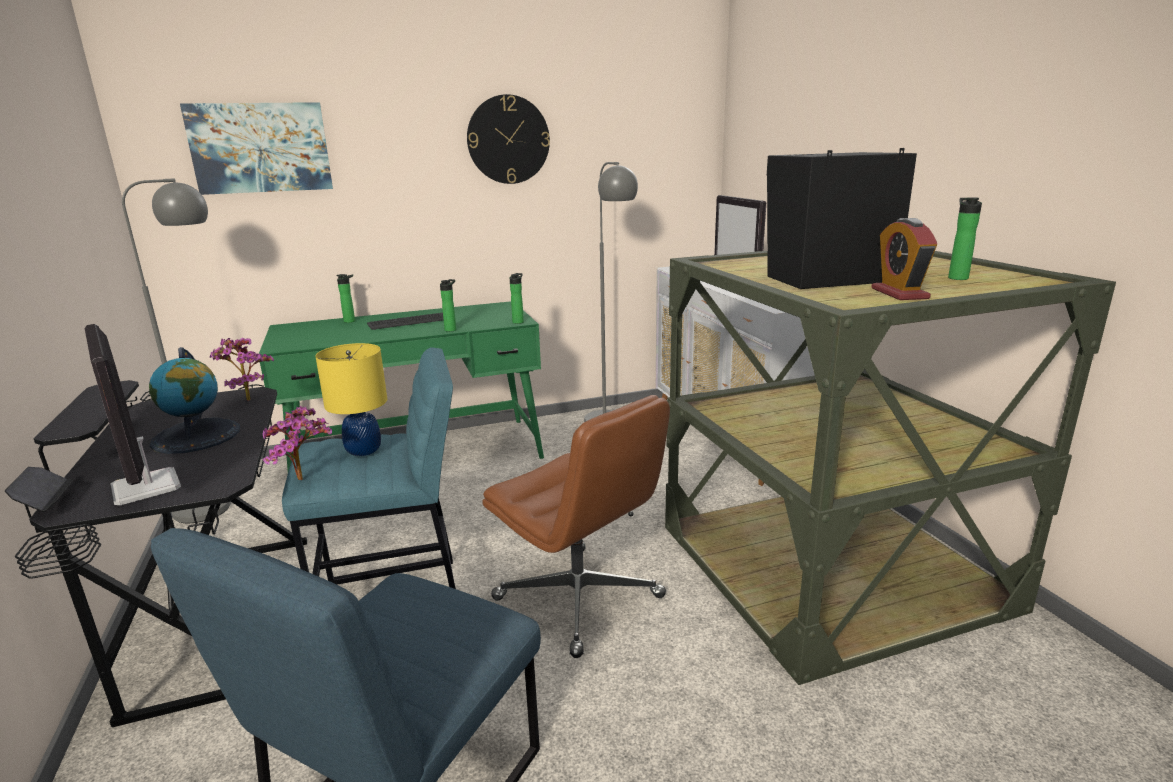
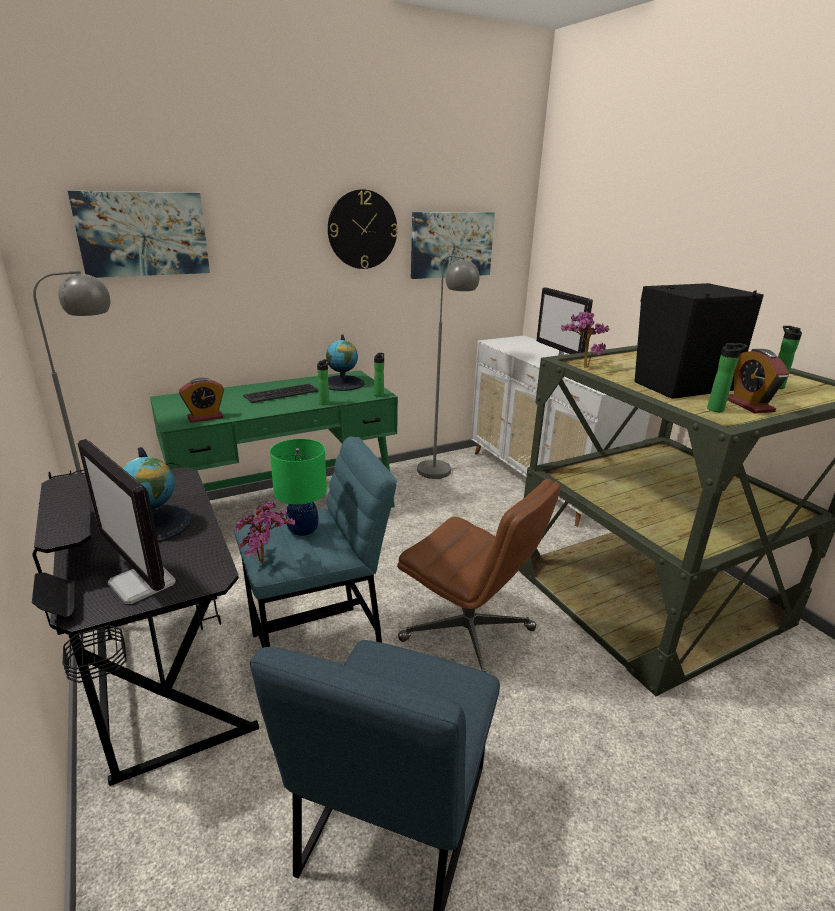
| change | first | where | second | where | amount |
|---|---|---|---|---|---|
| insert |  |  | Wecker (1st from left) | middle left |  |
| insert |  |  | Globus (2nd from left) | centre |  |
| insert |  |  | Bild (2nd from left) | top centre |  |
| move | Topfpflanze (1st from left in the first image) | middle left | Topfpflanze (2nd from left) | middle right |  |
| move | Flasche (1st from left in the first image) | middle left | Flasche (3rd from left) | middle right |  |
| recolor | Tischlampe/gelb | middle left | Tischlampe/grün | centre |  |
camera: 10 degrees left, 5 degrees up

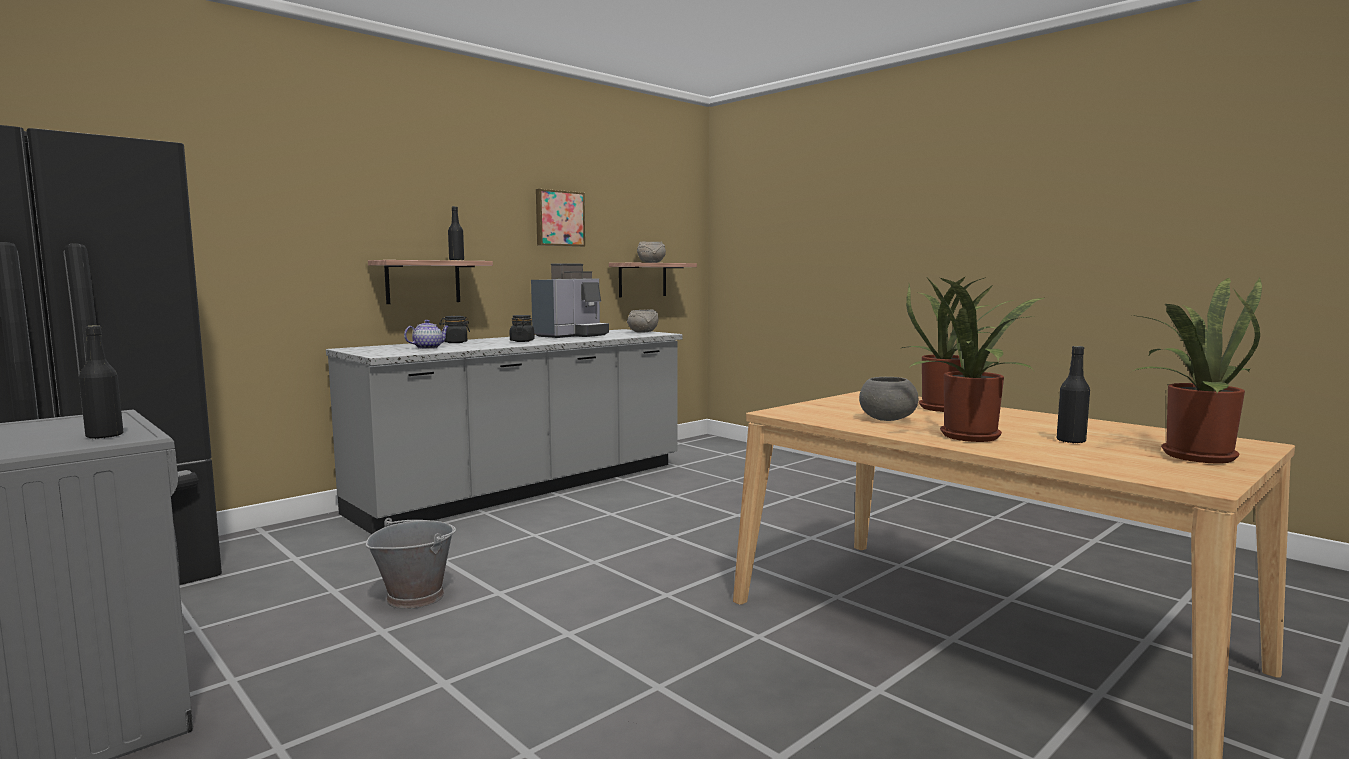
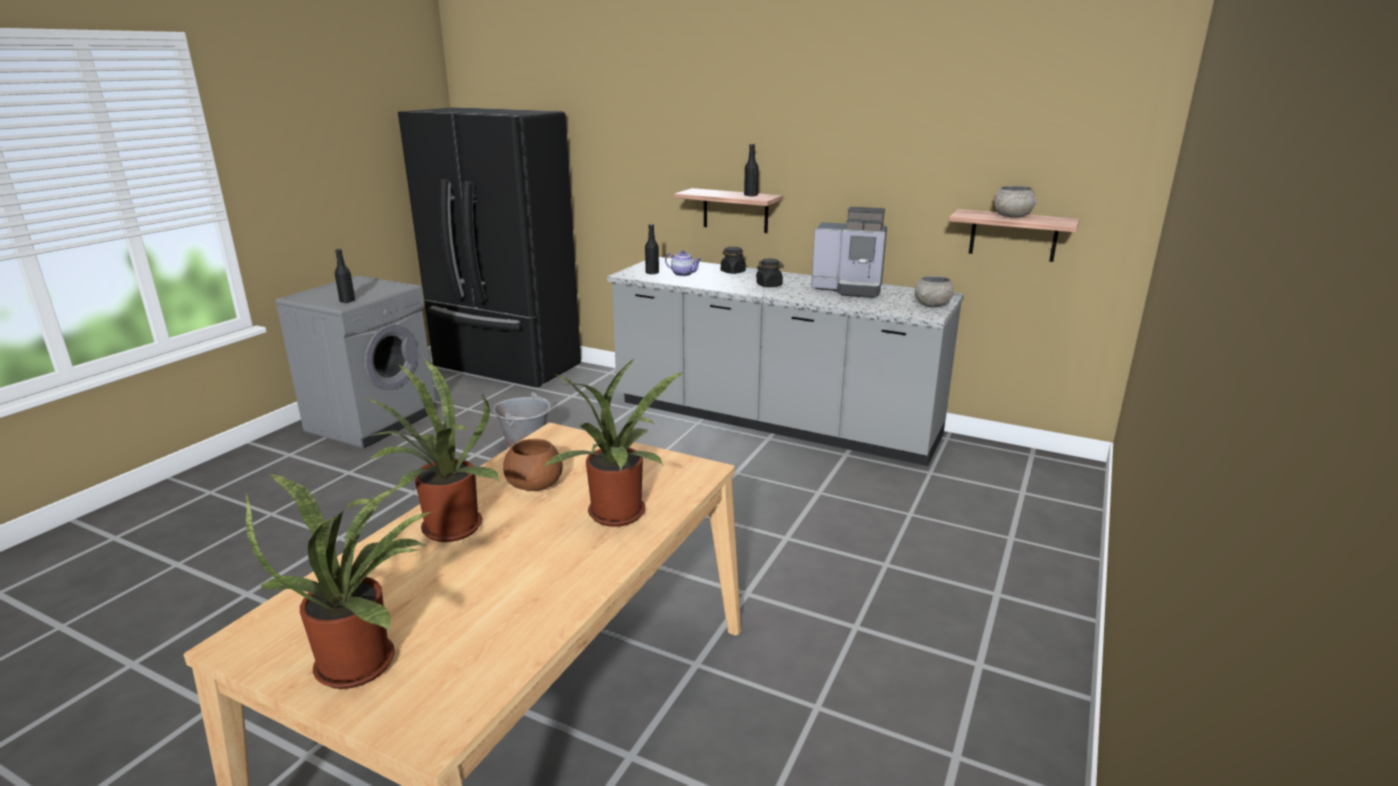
| change | first | where | second | where | amount |
|---|---|---|---|---|---|
| delete | Bild | top centre |  |  |  |
| move | Flasche/schwarz (3rd from left in the first image) | middle right | Flasche/schwarz (2nd from left) | top centre |  |
| recolor | Schüssel/grau (3rd from left) | centre | Schüssel/braun | centre |  |
camera: 70 degrees right, 15 degrees up

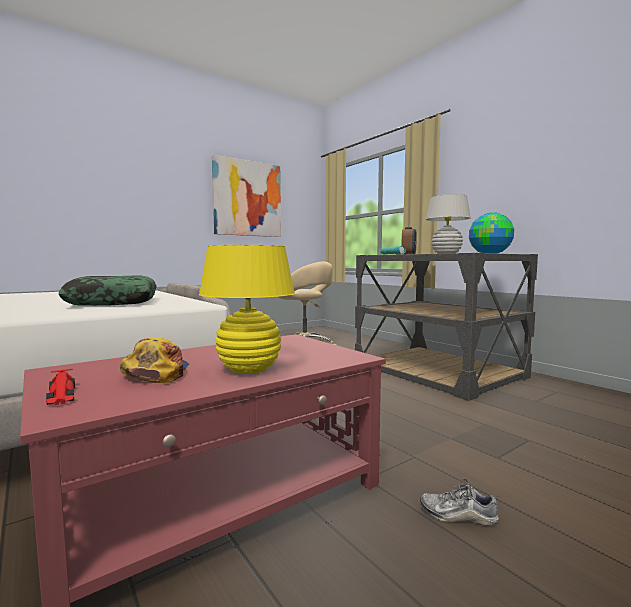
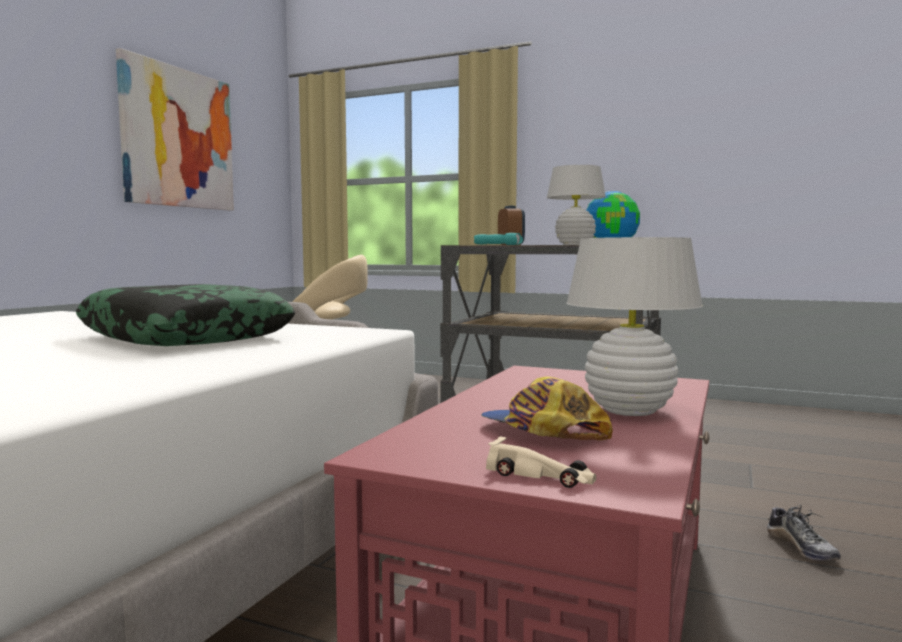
| change | first | where | second | where | amount |
|---|---|---|---|---|---|
| recolor | Spielzeugauto/rot | middle left | Spielzeugauto/beige | bottom centre |  |
| recolor | Tischlampe/gelb | centre | Tischlampe/weiß (2nd from left) | middle right |  |
| rotate | Schuh | bottom right |  | bottom right | 90 degrees counterclockwise |
camera: 30 degrees left, 0 degrees up

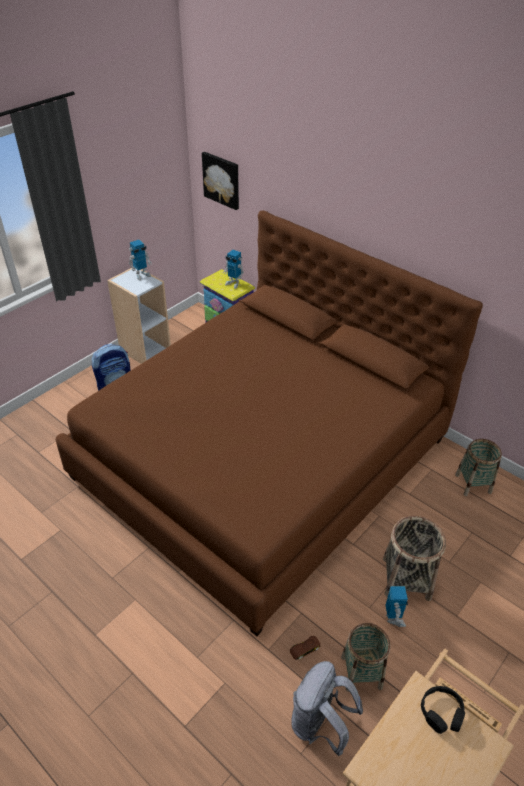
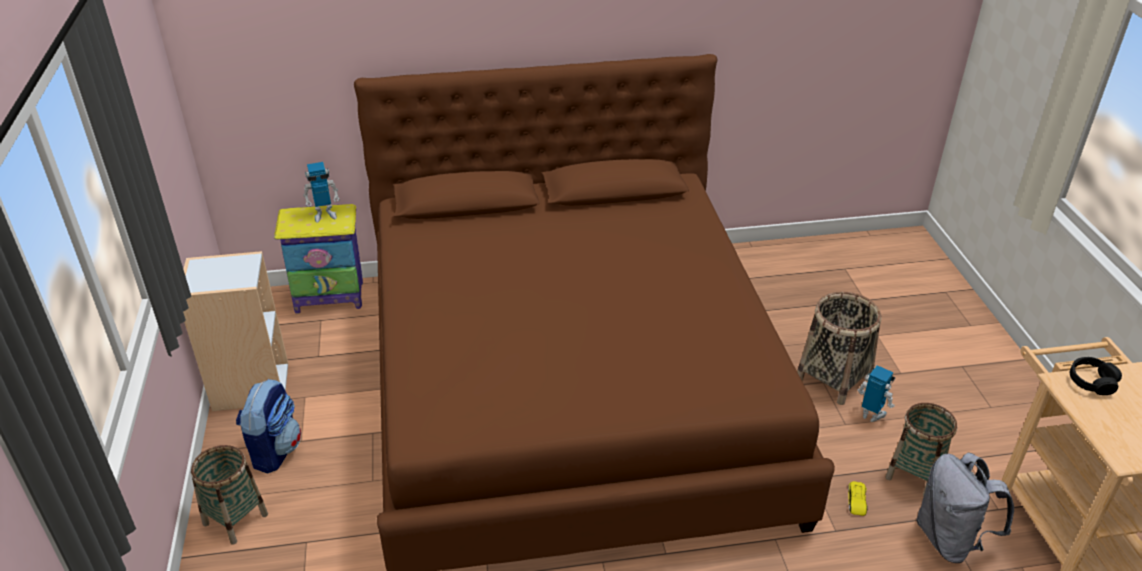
| change | first | where | second | where | amount |
|---|---|---|---|---|---|
| delete | Spielzeugroboter (1st from left) | top left |  |  |  |
| delete | Bild | top centre |  |  |  |
| move | Korb (3rd from left in the first image) | middle right | Korb (1st from left) | bottom left |  |
| recolor | Spielzeugauto/braun | bottom centre | Spielzeugauto/gelb | bottom right |  |
camera: 50 degrees left, 5 degrees down

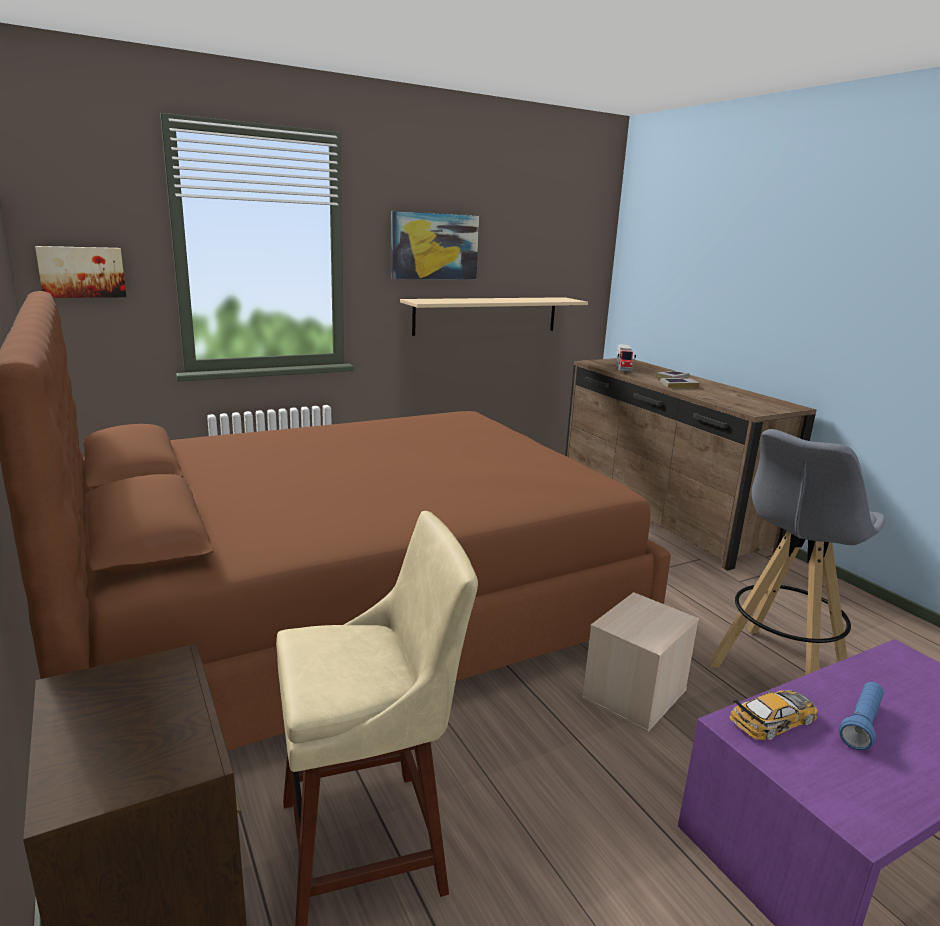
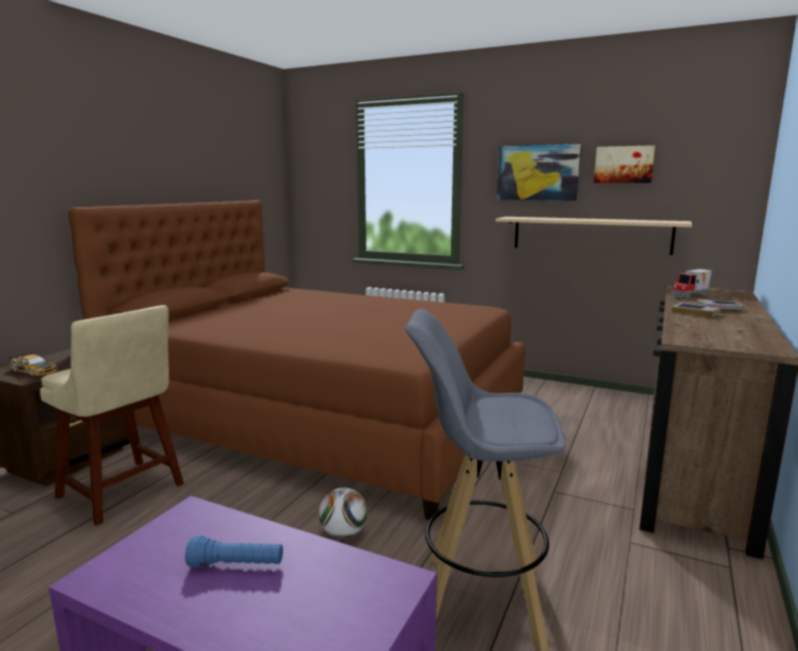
| change | first | where | second | where | amount |
|---|---|---|---|---|---|
| move | Bild (1st from left in the first image) | top left | Bild (2nd from left) | top right |  |
| move | Spielzeugauto | bottom right |  | middle left |  |
| replace | Aufbewahrungsbox/beige | bottom right | Fußball | bottom centre |  |
camera: 55 degrees right, 5 degrees down

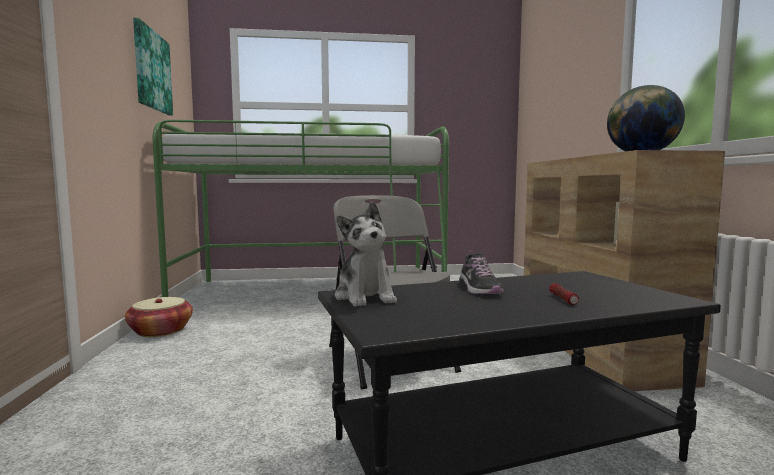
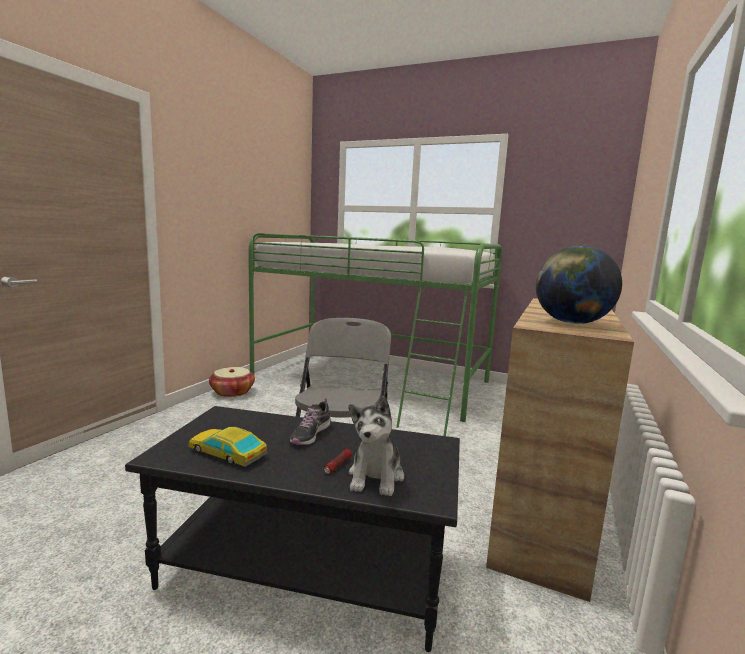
| change | first | where | second | where | amount |
|---|---|---|---|---|---|
| delete | Bild | top left |  |  |  |
| insert |  |  | Spielzeugauto | bottom left |  |
| move | Plüschtier | centre |  | bottom centre |  |
camera: 30 degrees right, 5 degrees up

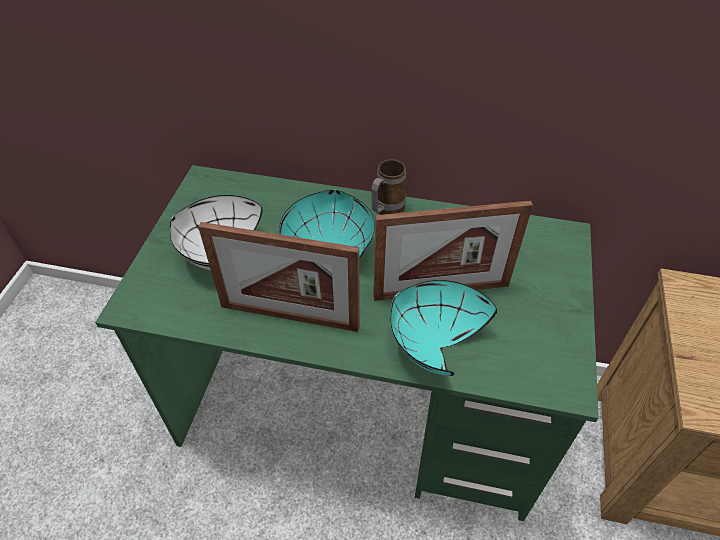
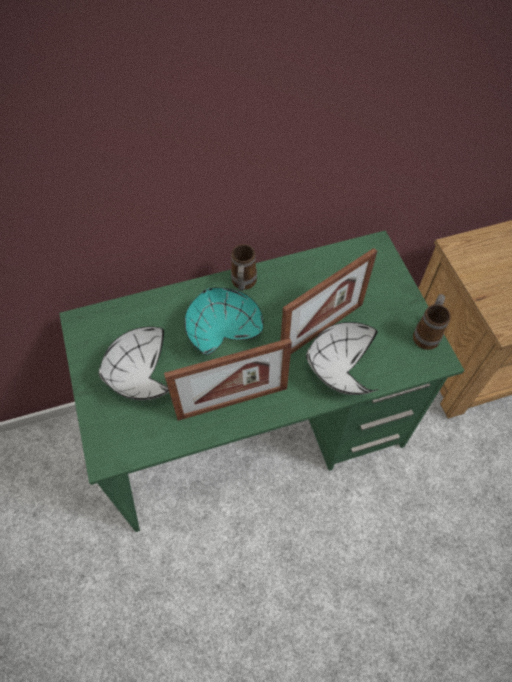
| change | first | where | second | where | amount |
|---|---|---|---|---|---|
| insert |  |  | Henkelbecher (2nd from left) | middle right |  |
| recolor | Schüssel/türkis (2nd from left) | centre | Schüssel/weiß (2nd from left) | middle right |  |
camera: 30 degrees left, 10 degrees up

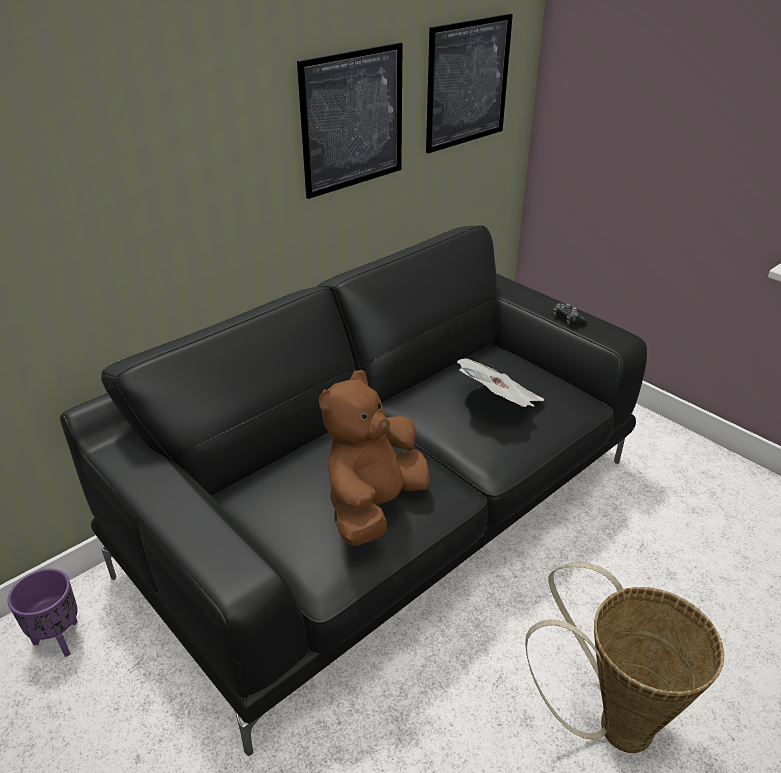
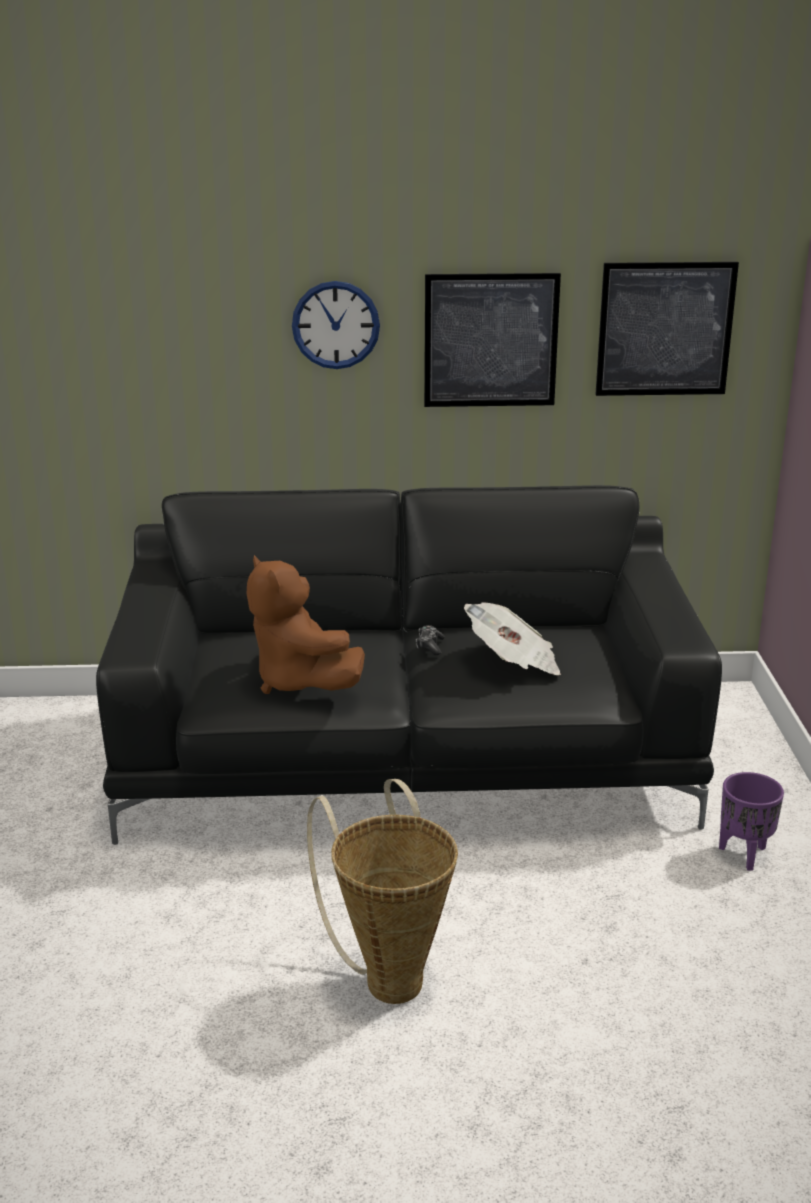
| change | first | where | second | where | amount |
|---|---|---|---|---|---|
| insert |  |  | Wanduhr | top centre |  |
| move | Pflanzkübel/lila | bottom left |  | bottom right |  |
| move | Gamepad | middle right |  | centre |  |
| rotate | Plüschtier/braun | centre |  | centre | 105 degrees counterclockwise |
camera: 40 degrees right, 10 degrees down

